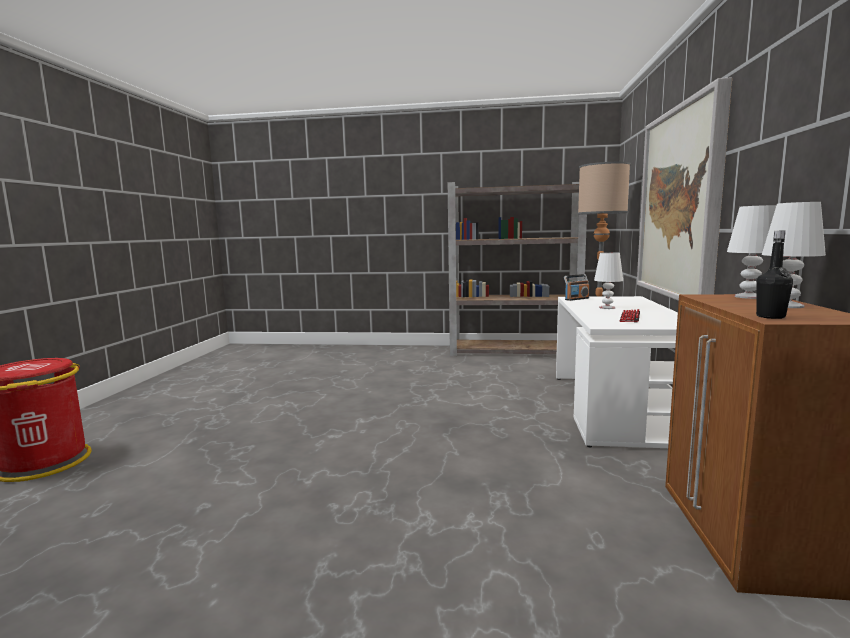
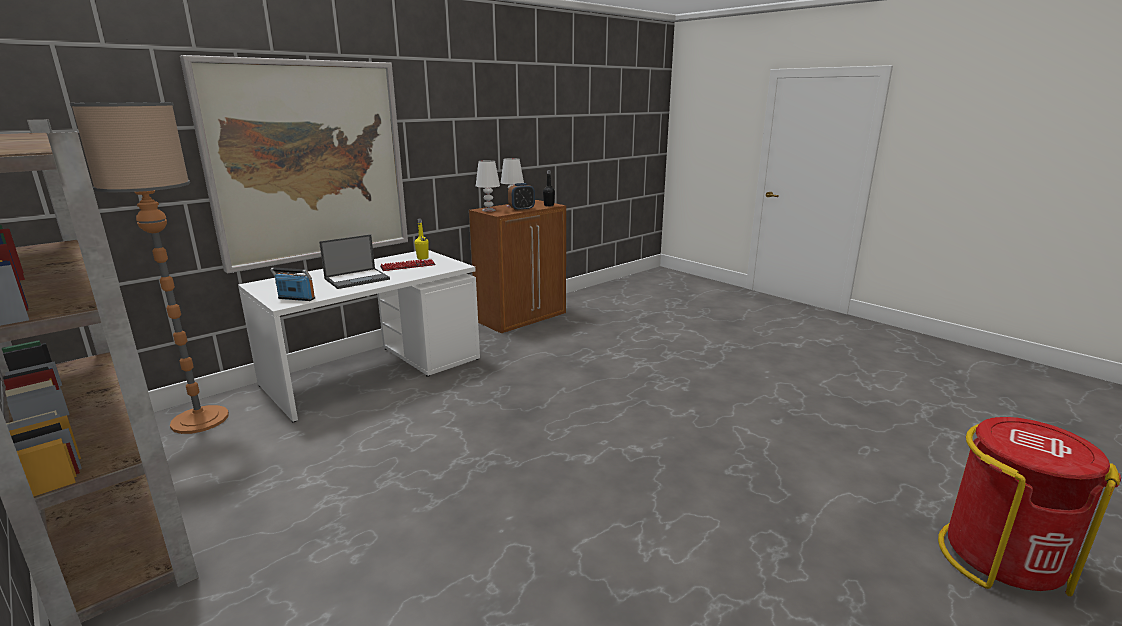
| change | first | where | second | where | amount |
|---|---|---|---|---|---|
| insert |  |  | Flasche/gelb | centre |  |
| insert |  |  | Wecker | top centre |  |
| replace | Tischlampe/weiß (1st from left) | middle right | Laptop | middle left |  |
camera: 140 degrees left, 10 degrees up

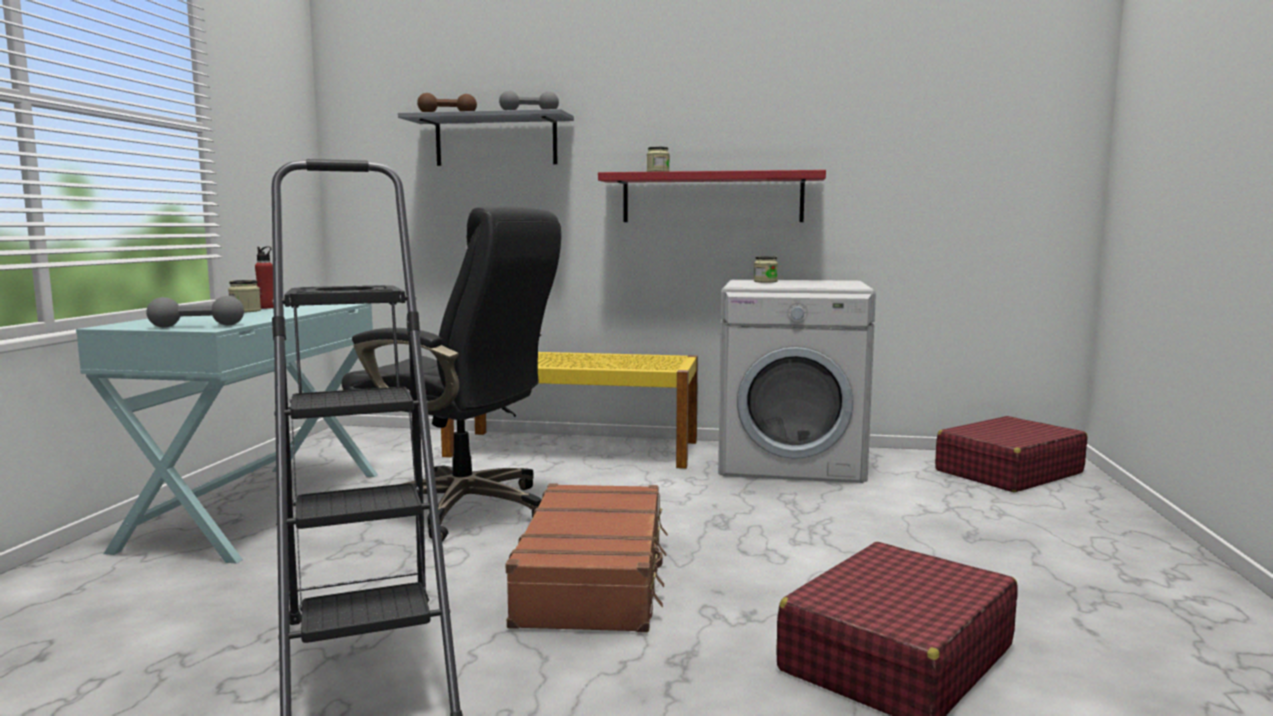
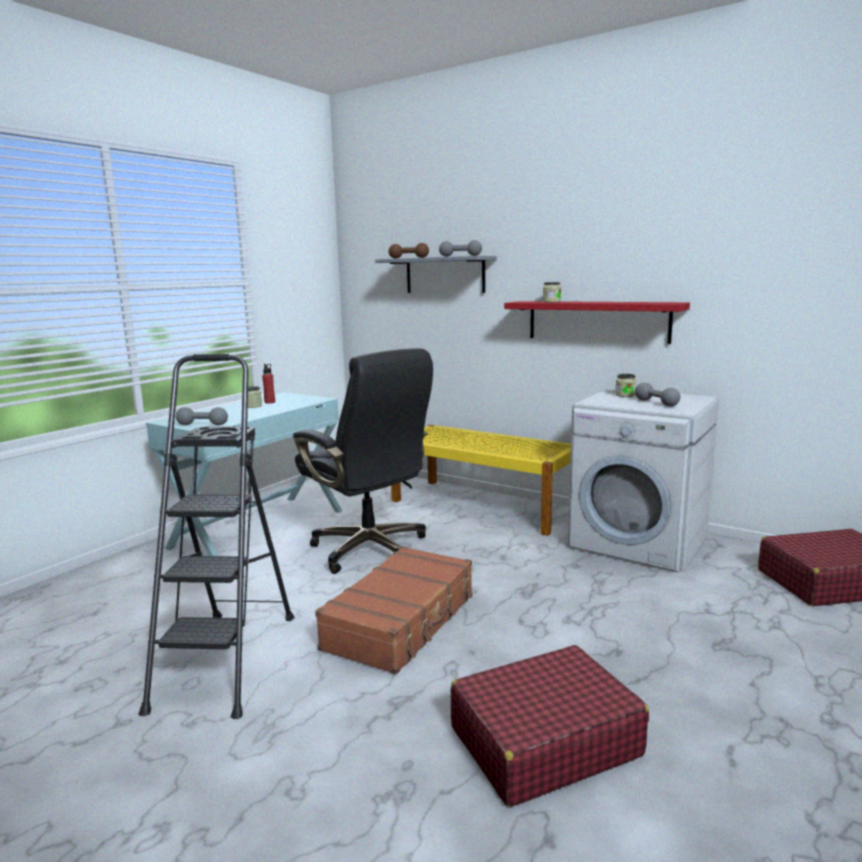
| change | first | where | second | where | amount |
|---|---|---|---|---|---|
| insert |  |  | Hantel/grau (3rd from left) | middle right |  |
camera: 25 degrees right, 5 degrees up

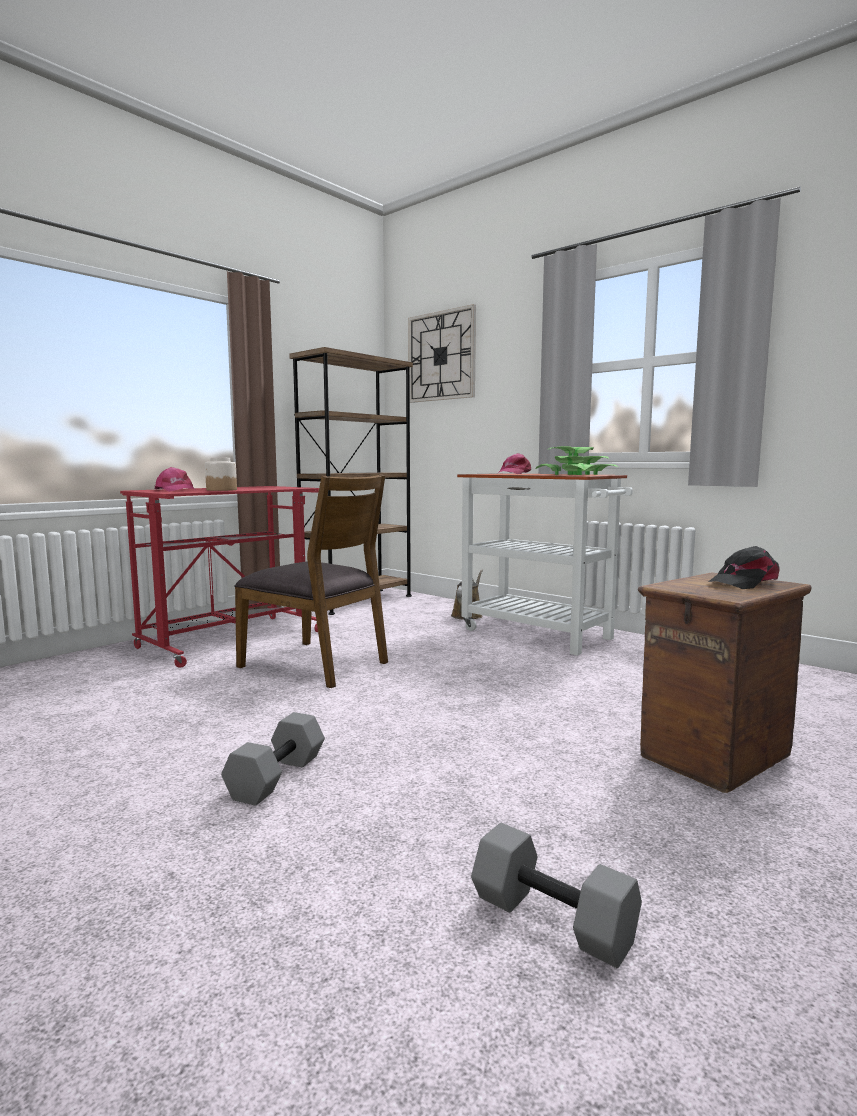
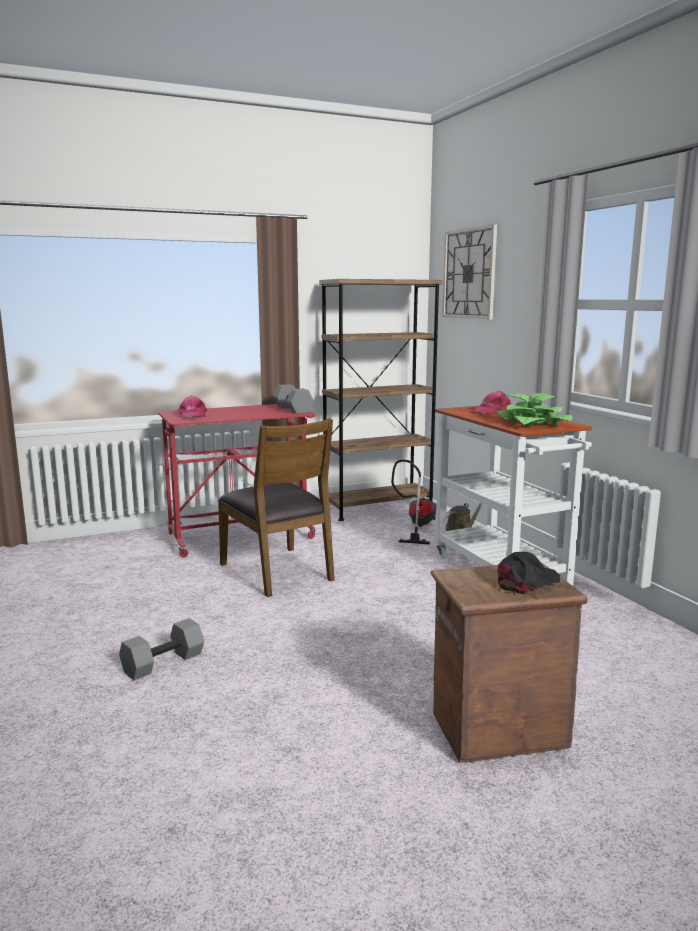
| change | first | where | second | where | amount |
|---|---|---|---|---|---|
| delete | Vorratsglas | middle left |  |  |  |
| insert |  |  | Staubsauger | centre |  |
| move | Hantel/grau (2nd from left) | bottom centre |  | centre |  |
| rotate | Kappe/schwarz | middle right |  | middle right | 150 degrees clockwise |
camera: 25 degrees right, 5 degrees up

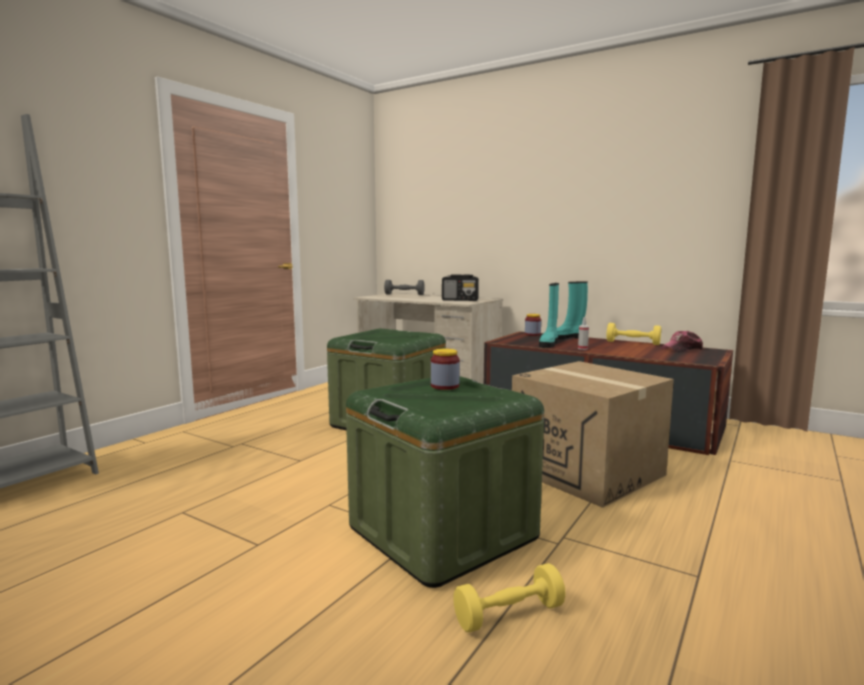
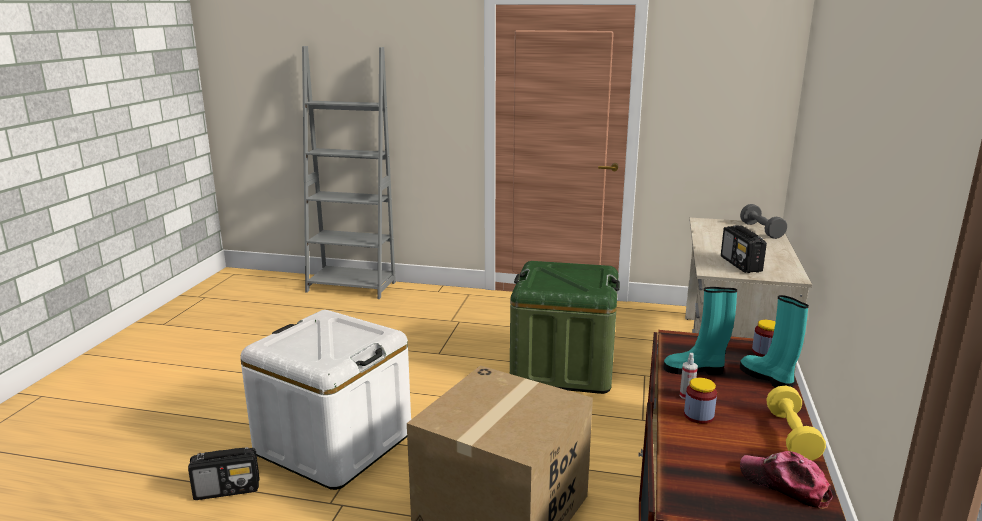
| change | first | where | second | where | amount |
|---|---|---|---|---|---|
| move | Vorratsglas (1st from left) | centre |  | bottom right |  |
| replace | Hantel/gelb (1st from left) | bottom centre | Radio (1st from left) | bottom left |  |
| recolor | Aufbewahrungsbox/grün (2nd from left) | bottom centre | Aufbewahrungsbox/weiß | bottom left |  |
camera: 70 degrees right, 10 degrees up

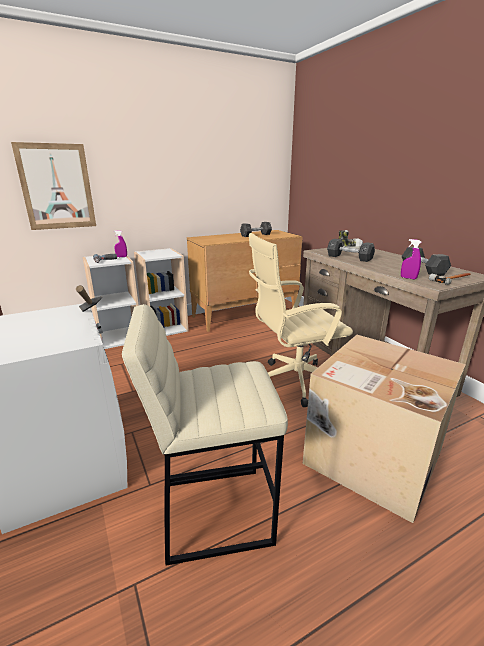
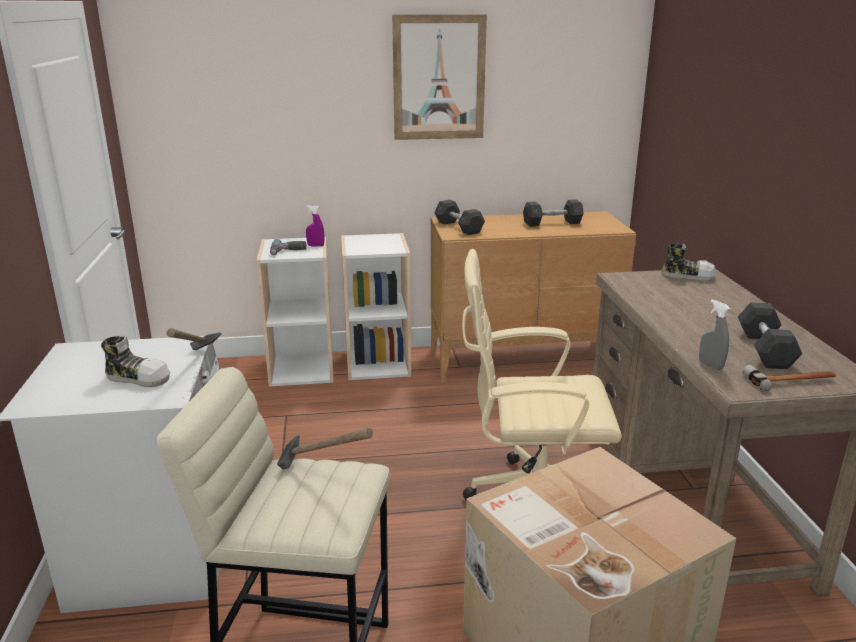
| change | first | where | second | where | amount |
|---|---|---|---|---|---|
| insert |  |  | Schuh (1st from left) | middle left |  |
| insert |  |  | Hammer (2nd from left) | bottom centre |  |
| move | Bild | top left |  | top centre |  |
| move | Hantel/grau (2nd from left in the first image) | middle right | Hantel/grau (1st from left) | centre |  |
| recolor | Sprühflasche/lila (2nd from left) | middle right | Sprühflasche/grau | middle right |  |
camera: 20 degrees right, 0 degrees up

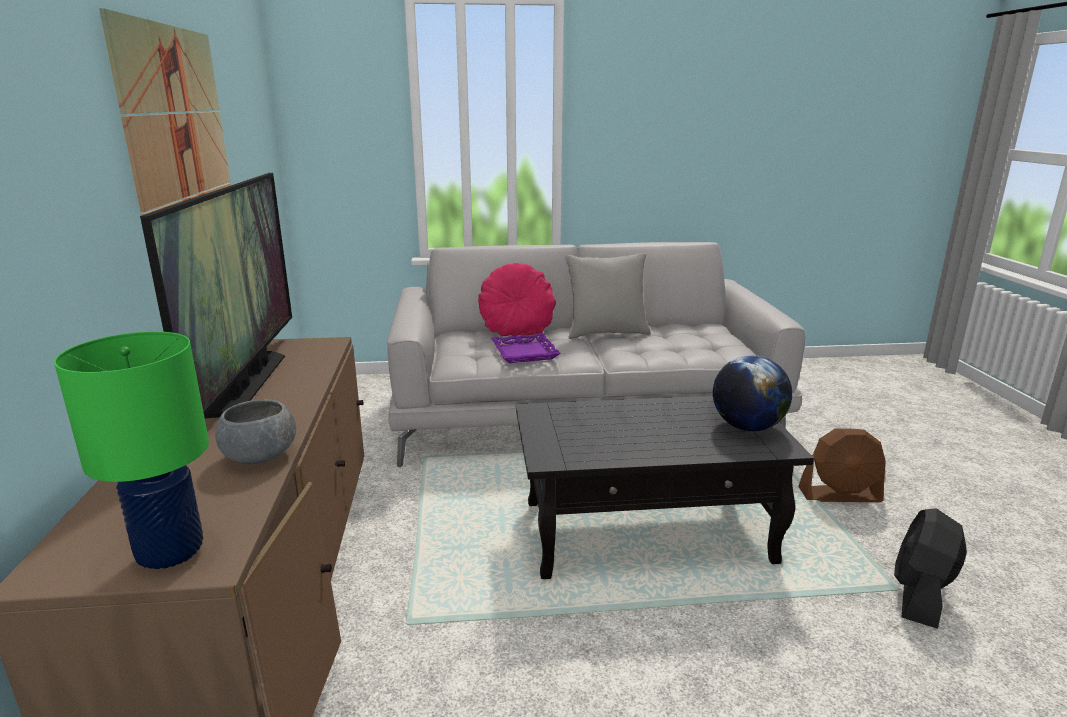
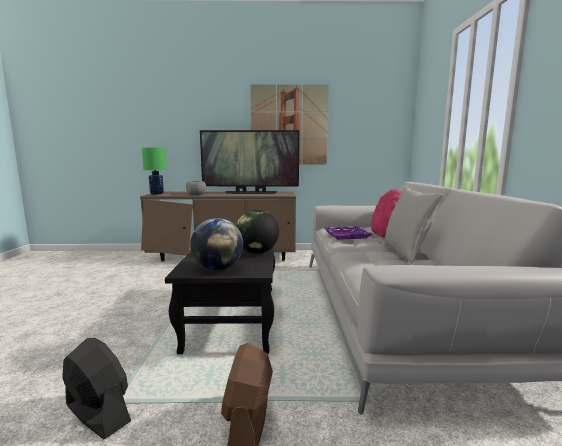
| change | first | where | second | where | amount |
|---|---|---|---|---|---|
| insert |  |  | Globus (2nd from left) | centre |  |
camera: 95 degrees right, 10 degrees down

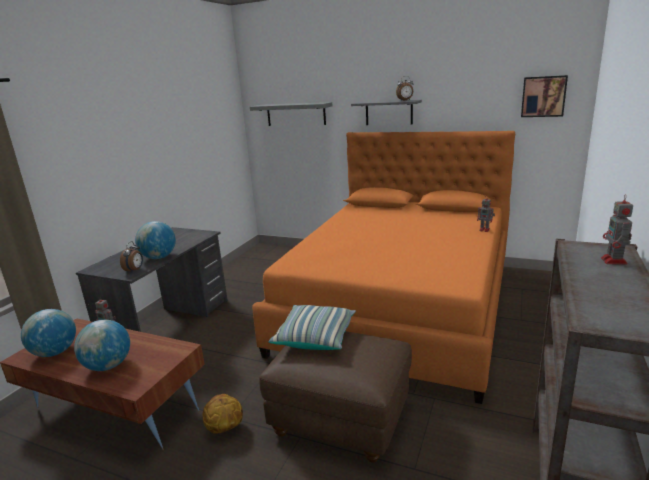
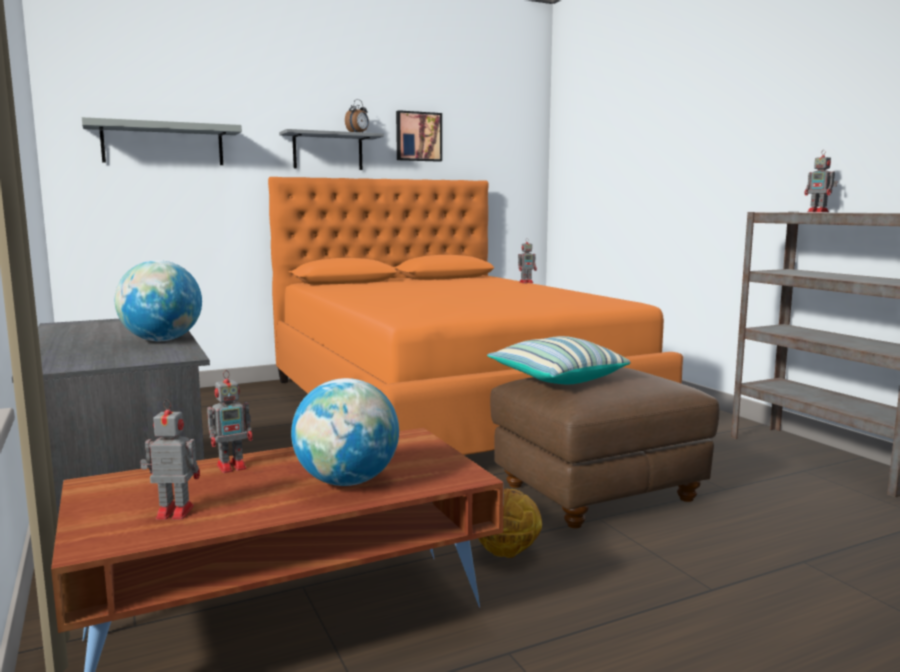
| change | first | where | second | where | amount |
|---|---|---|---|---|---|
| delete | Wecker (1st from left) | middle left |  |  |  |
| move | Bild | top right |  | top centre |  |
| replace | Globus (1st from left) | bottom left | Spielzeugroboter (1st from left) | bottom left |  |
camera: 50 degrees left, 10 degrees down

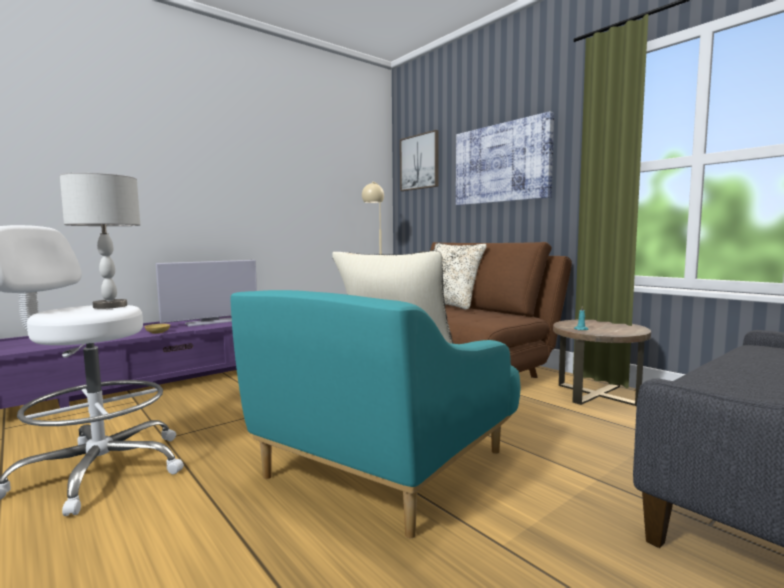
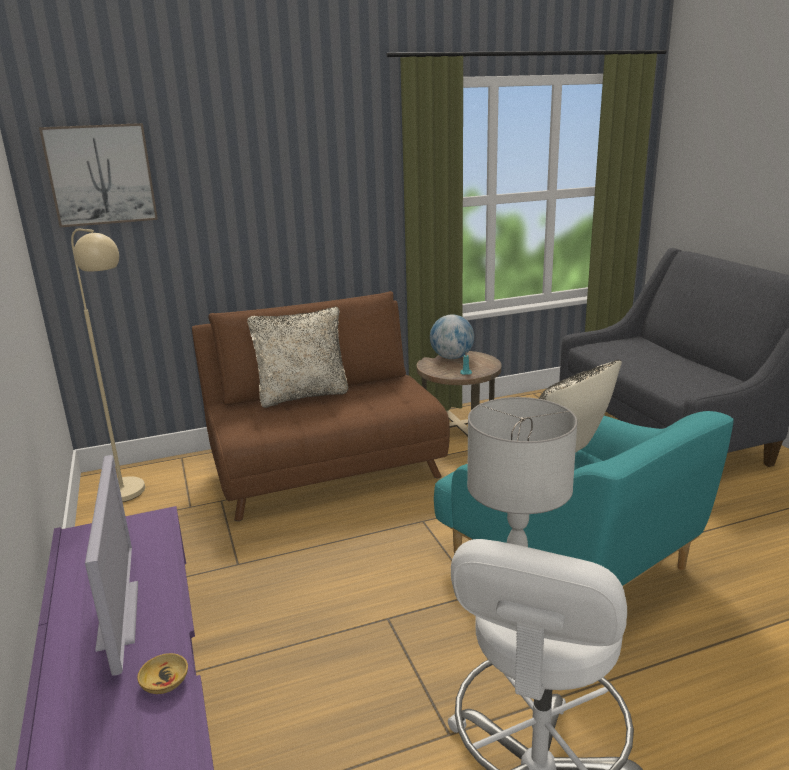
| change | first | where | second | where | amount |
|---|---|---|---|---|---|
| delete | Bild (2nd from left) | top centre |  |  |  |
| insert |  |  | Globus | centre |  |
camera: 70 degrees left, 15 degrees up

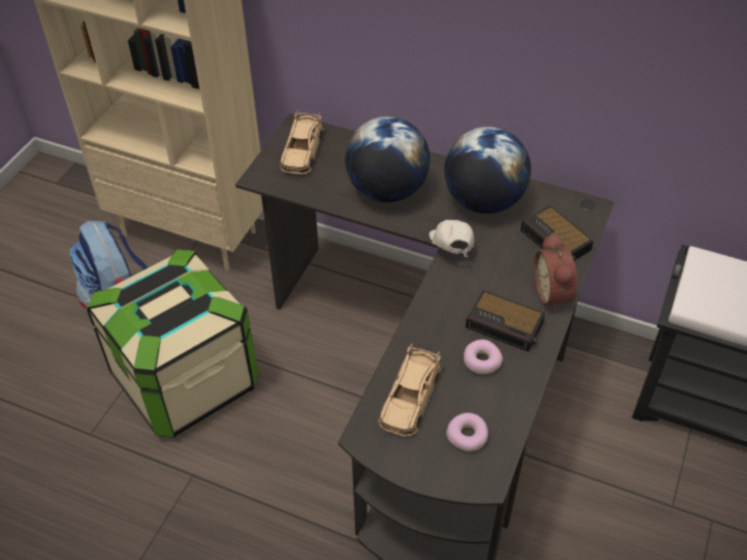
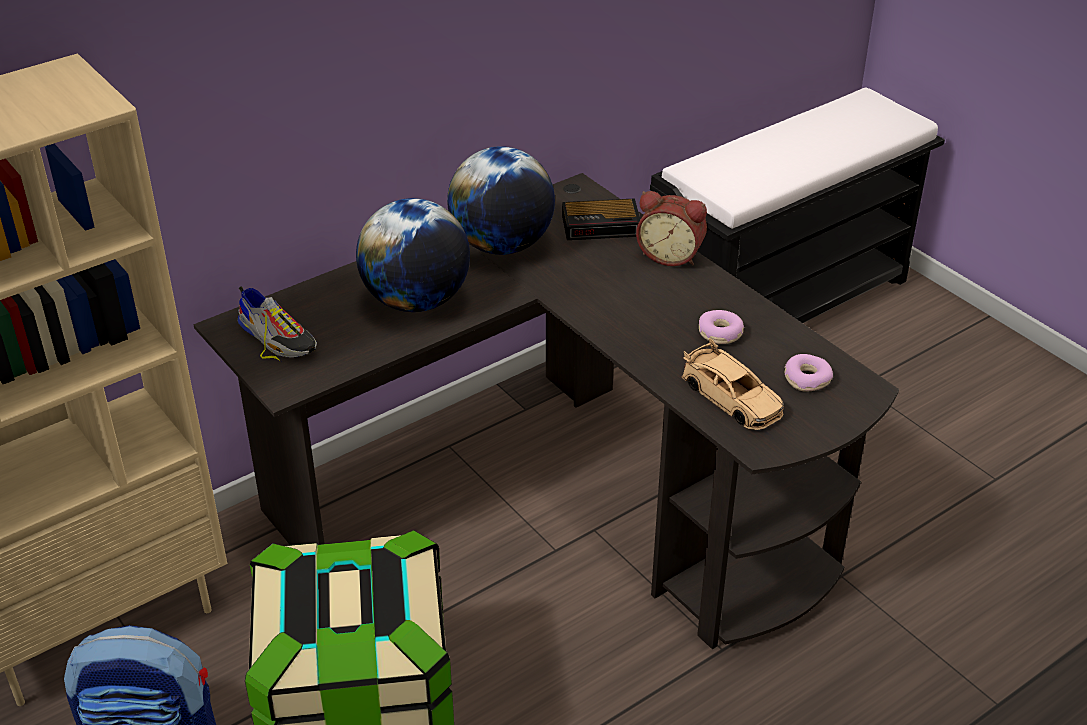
| change | first | where | second | where | amount |
|---|---|---|---|---|---|
| delete | Kappe/weiß | centre |  |  |  |
| delete | Wecker (1st from left) | middle right |  |  |  |
| replace | Spielzeugauto/beige (1st from left) | top centre | Schuh | middle left |  |
camera: 60 degrees left, 10 degrees down

